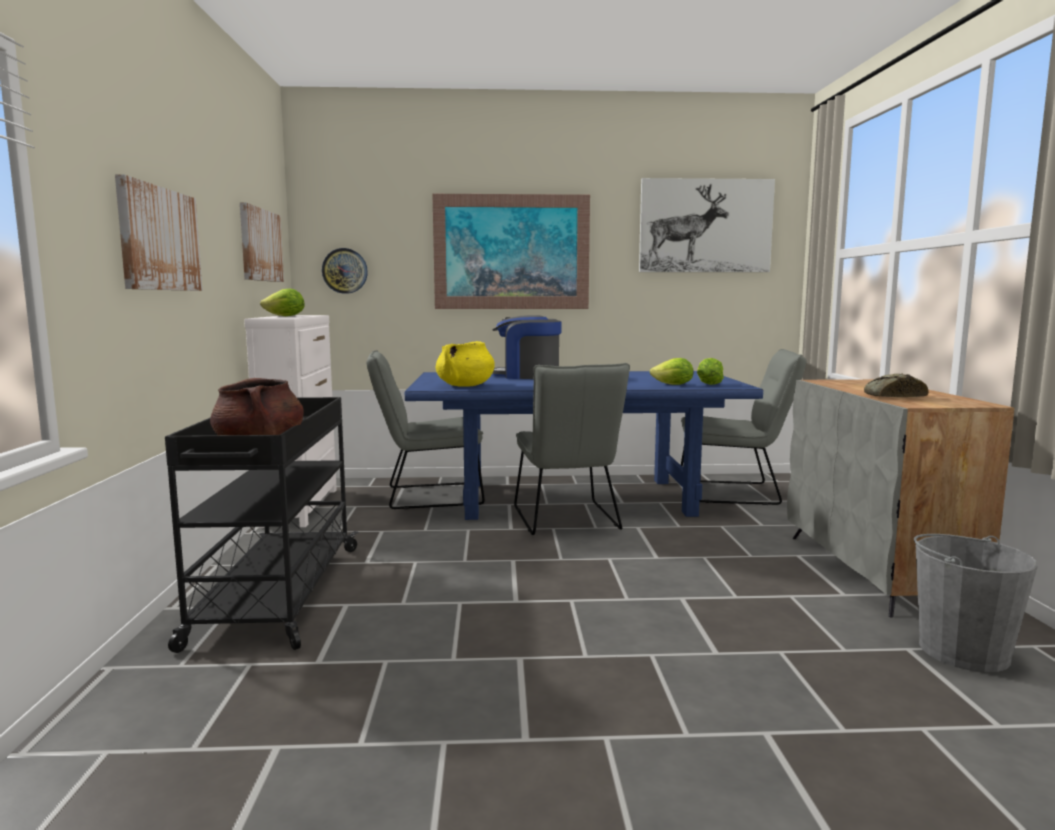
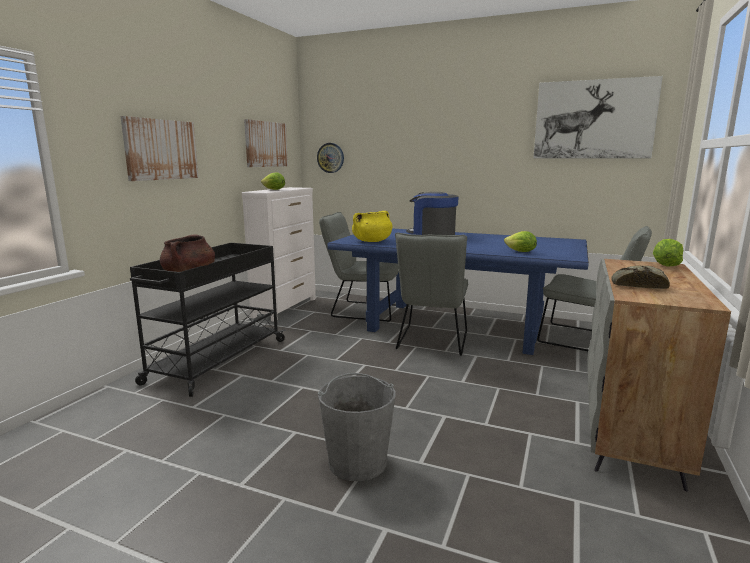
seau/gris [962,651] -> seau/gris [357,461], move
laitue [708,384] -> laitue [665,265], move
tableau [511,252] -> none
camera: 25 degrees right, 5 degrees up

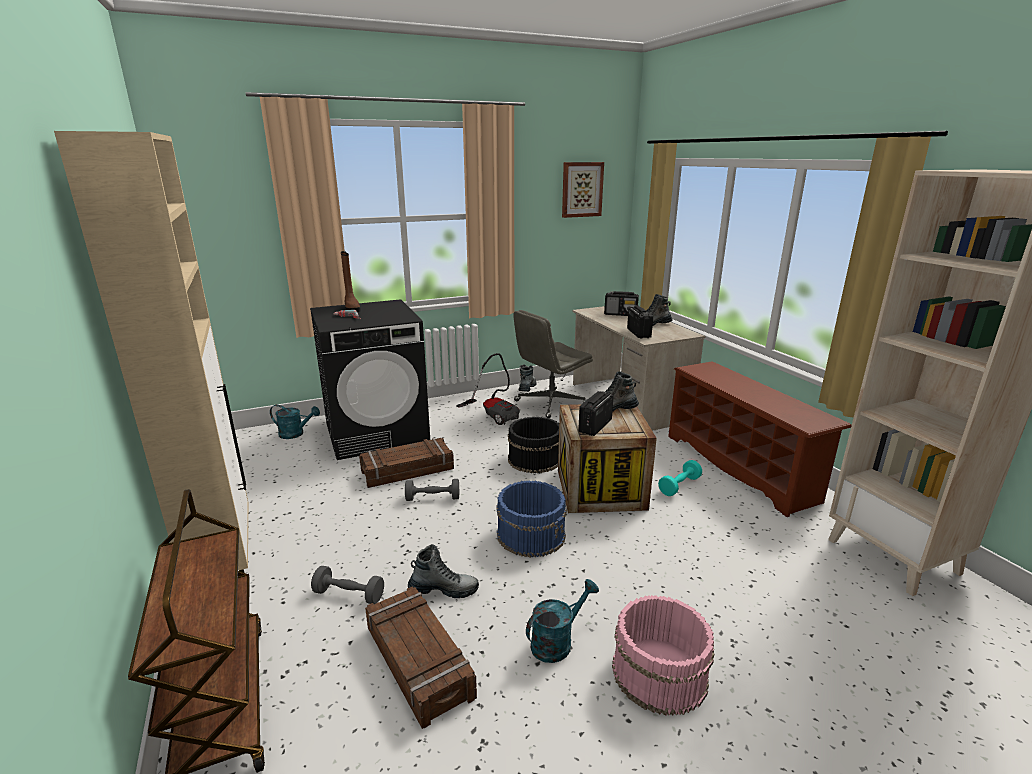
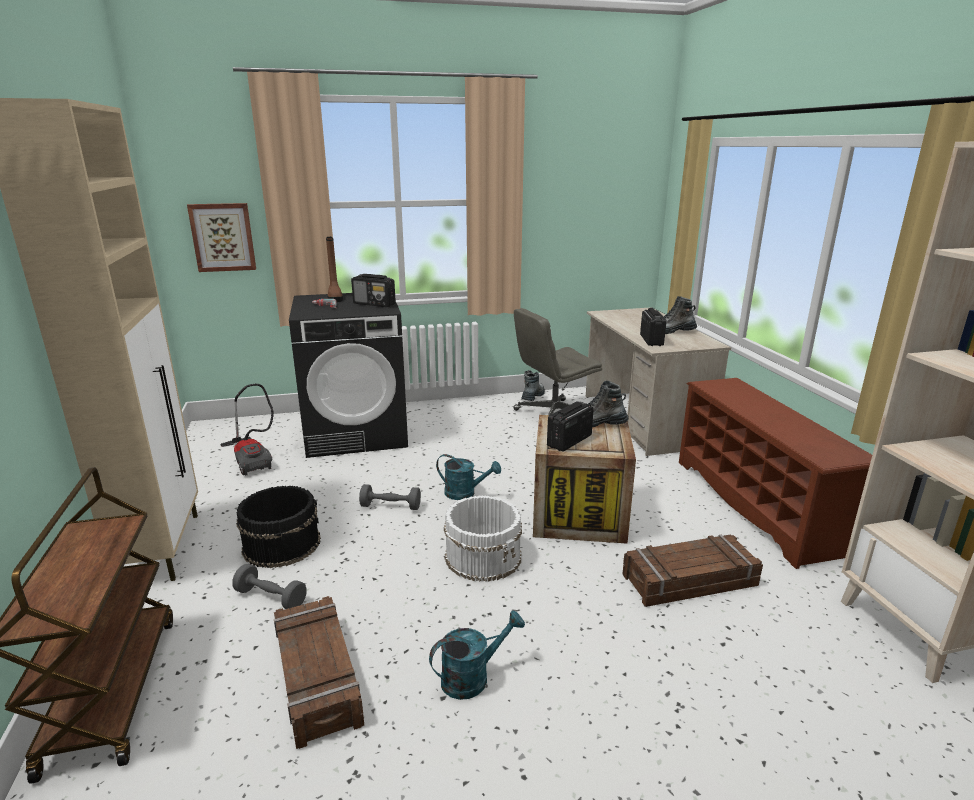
tableau [581,189] -> tableau [223,237], move
aspirateur [494,414] -> aspirateur [252,459], move
seau/noir [534,458] -> seau/noir [281,544], move
radio [621,314] -> radio [374,304], move
arrosoir/turquoise [296,434] -> arrosoir/turquoise [465,493], move
seau/bleu [531,534] -> seau/blanc [484,556]
caisse [408,470] -> caisse [690,581], move
botte [443,589] -> none
seau/rose [658,674] -> none
haltère/turquoise [679,486] -> none
camera: 10 degrees right, 0 degrees up

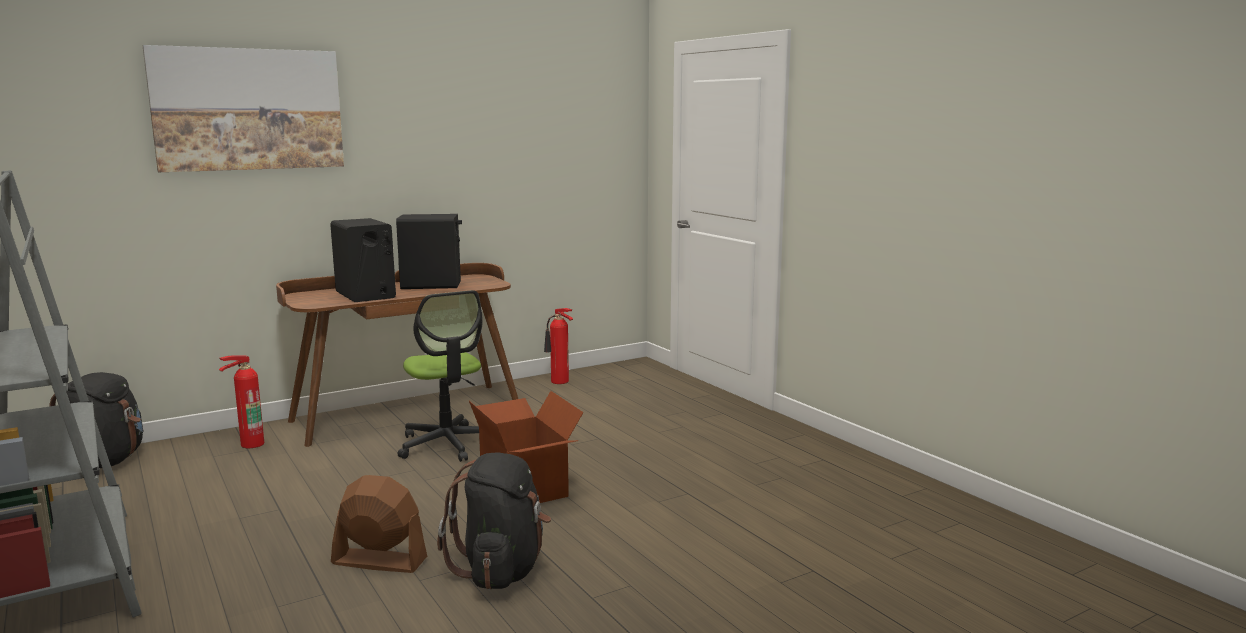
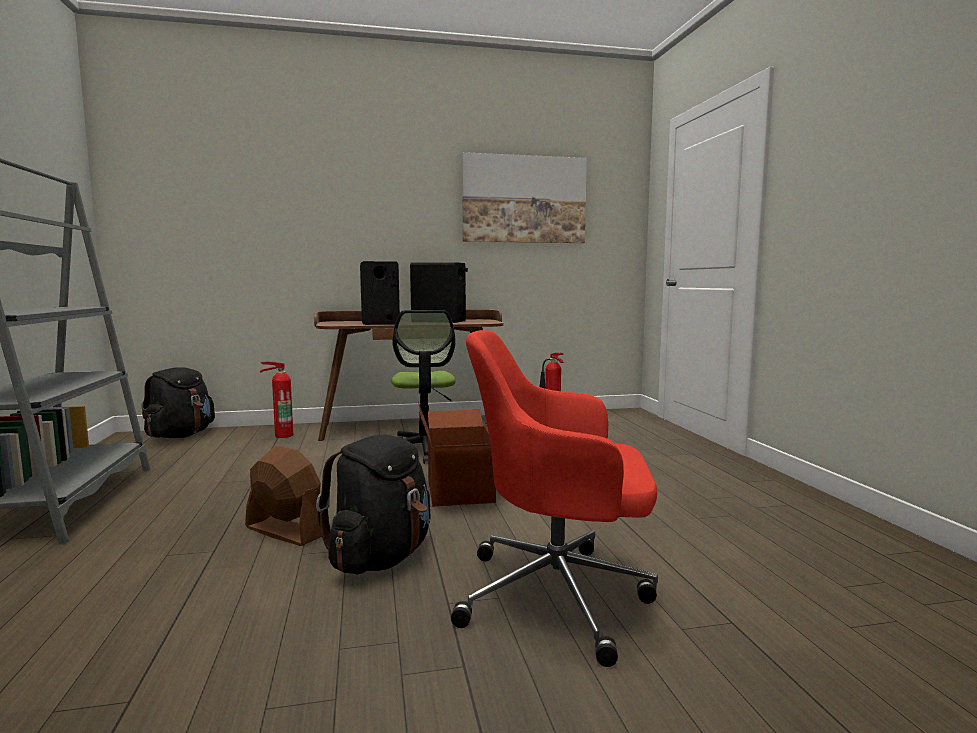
none -> chaise de bureau/rouge [559,595]
tableau [248,109] -> tableau [524,199], move
camera: 20 degrees right, 5 degrees down

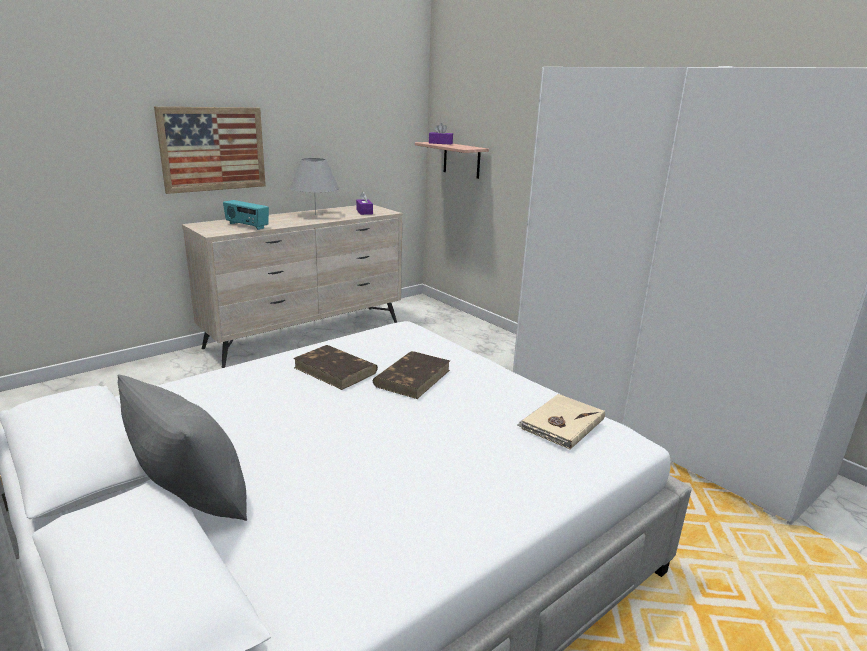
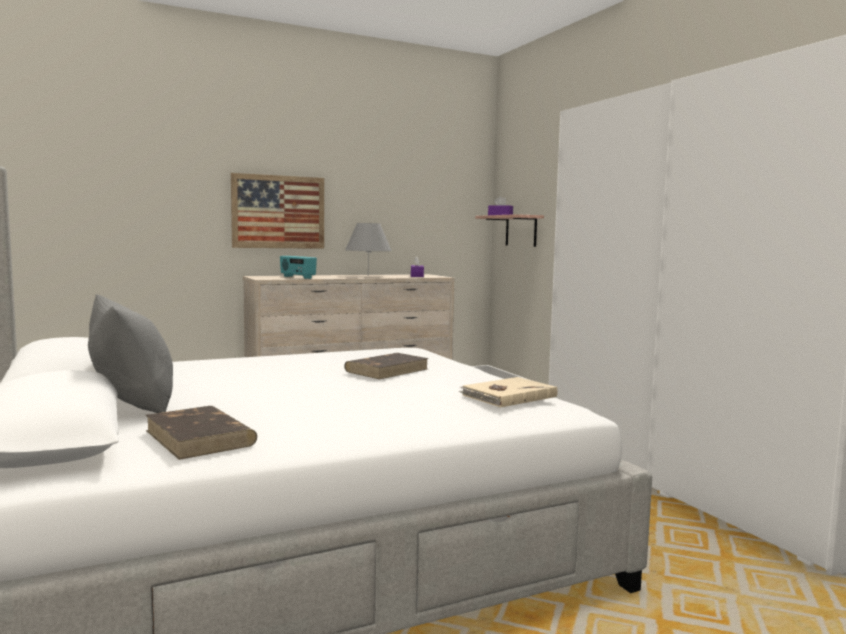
livre/marron [336,370] -> livre/marron [200,438], move
camera: 15 degrees right, 15 degrees down

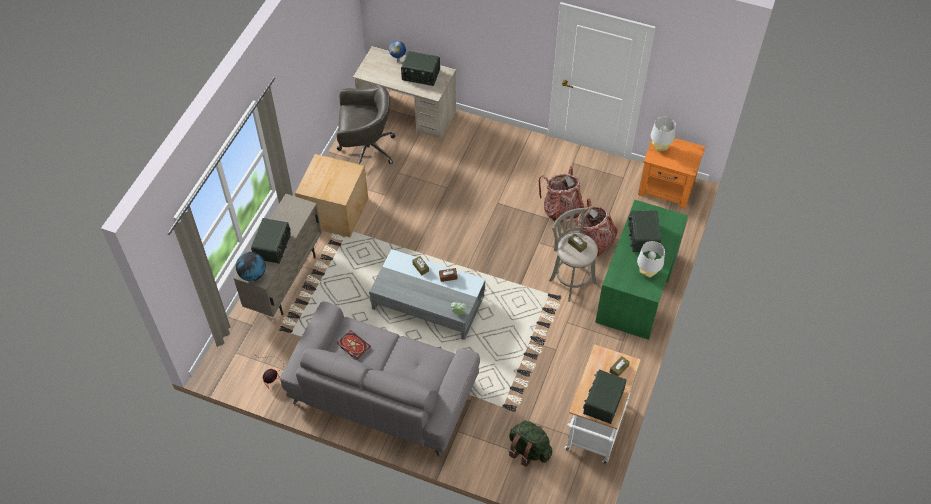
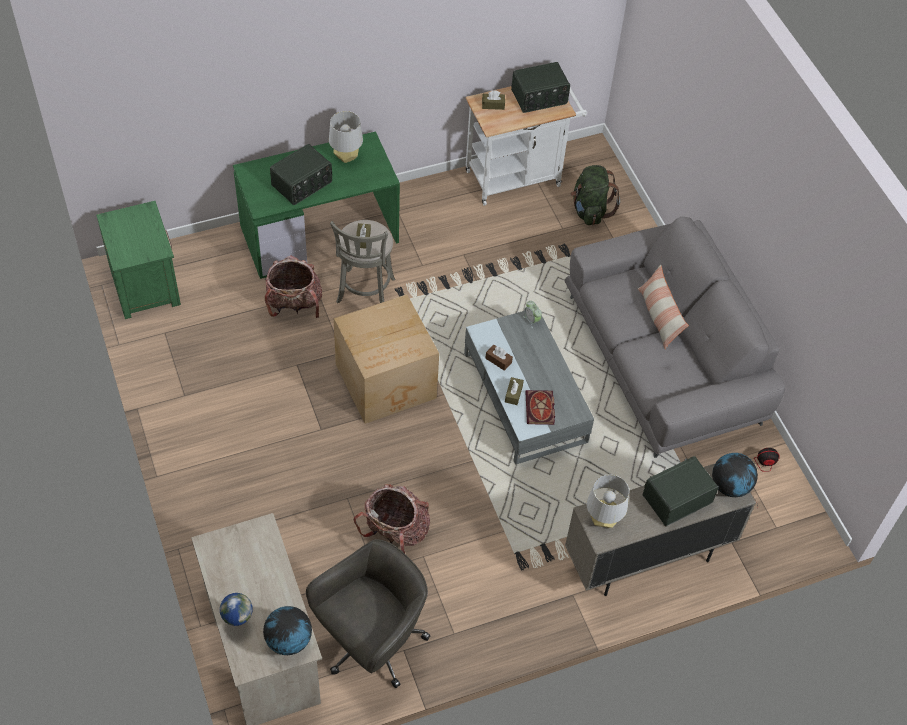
table de chevet/orange [667,188] -> table de chevet/vert [145,284]
none -> globe [288,641]
chaise de bureau/gris [366,149] -> chaise de bureau/gris [371,643], 90 degrees clockwise
carton [334,212] -> carton [387,381], move
sac à dos [561,210] -> sac à dos [395,533], move
livre [352,345] -> livre [540,409], move
lampe de table/gris [660,147] -> lampe de table/gris [603,520], move
none -> coussin [659,317]
radio [420,75] -> none
camera: 135 degrees left, 0 degrees up

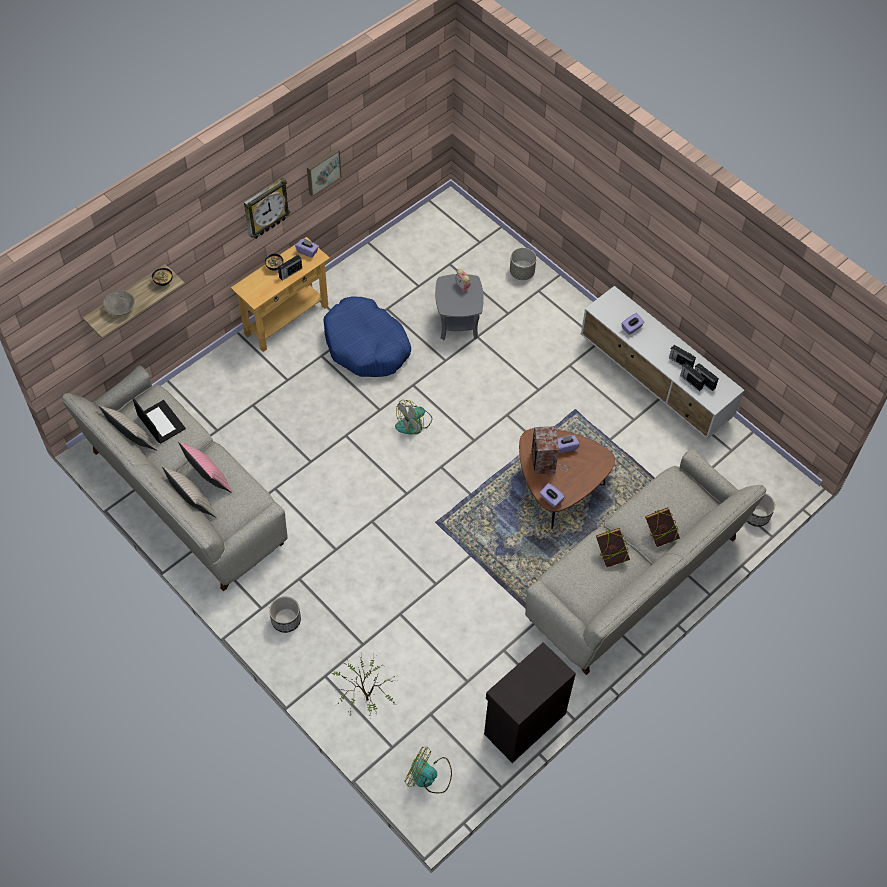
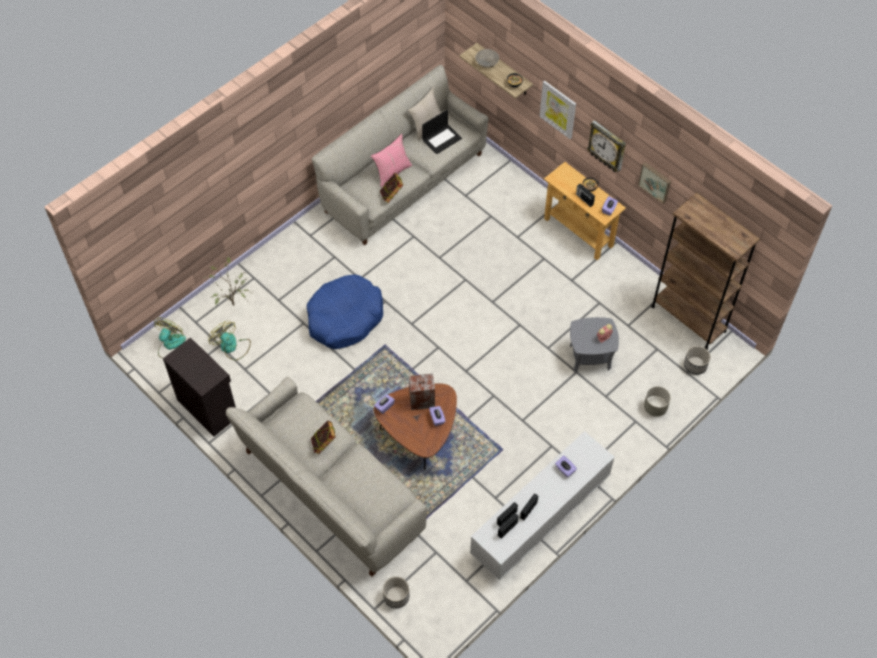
ventilateur [414,423] -> ventilateur [232,347], move
panier pour chien/bleu [366,345] -> panier pour chien/bleu [344,318], move
livre [660,535] -> livre [391,195], move
none -> tableau [558,109]
none -> bibliothèque/marron [688,318]
cache-pot [286,620] -> cache-pot [695,365], move
coussin/beige [193,504] -> none
camera: 90 degrees right, 0 degrees up

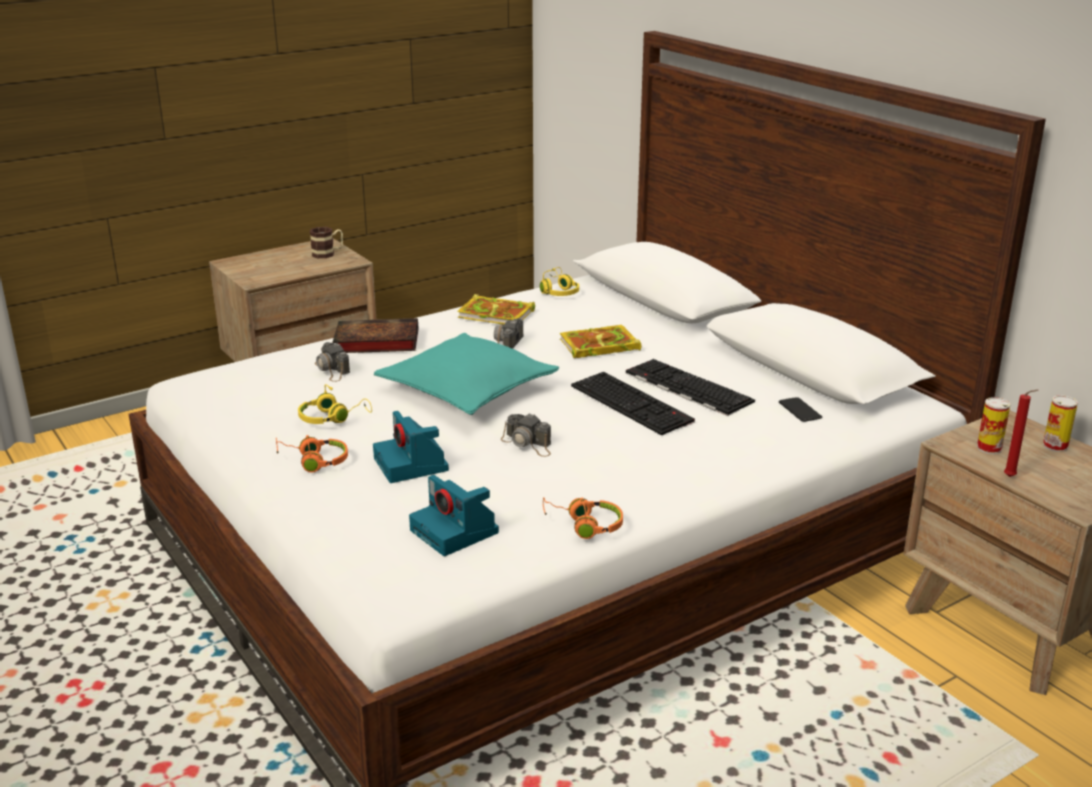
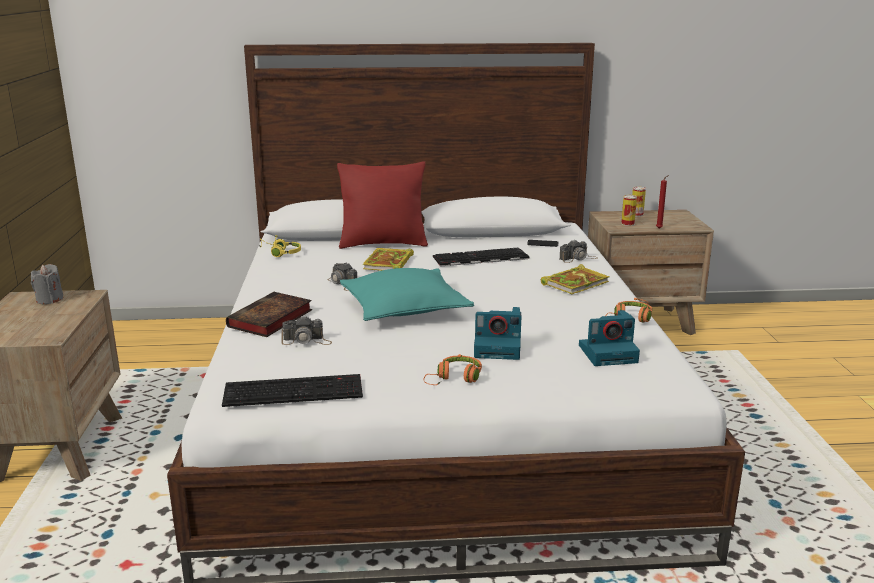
mug [328,253] -> bougie/gris [49,300]
clavier [633,403] -> clavier [295,390], move
none -> coussin/rouge [383,244]
livre [497,315] -> livre [575,283], move
appareil photo [528,444] -> appareil photo [578,258], move
casque audio/jaune [332,418] -> none
camera: 60 degrees left, 5 degrees down

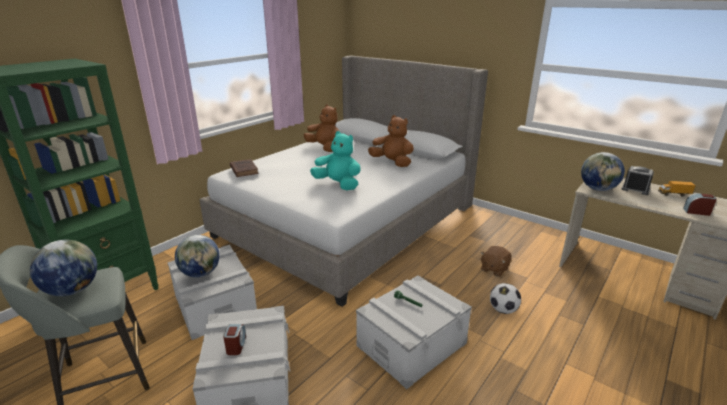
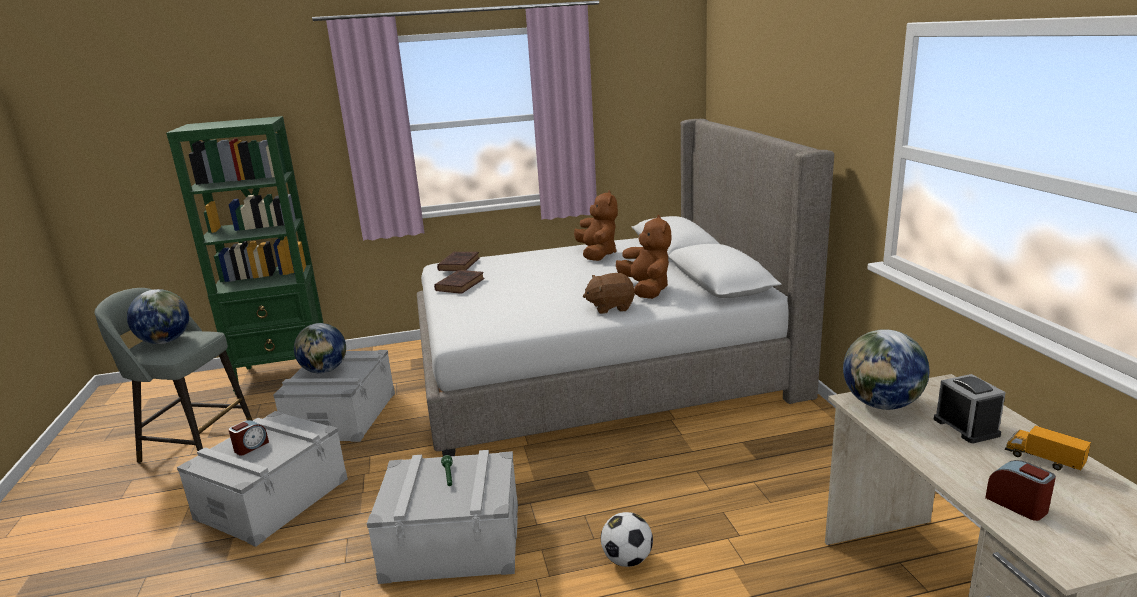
none -> livre/marron [461,284]
peluche/marron [494,269] -> peluche/marron [610,307], move
peluche/turquoise [338,184] -> none
camera: 40 degrees right, 5 degrees down

